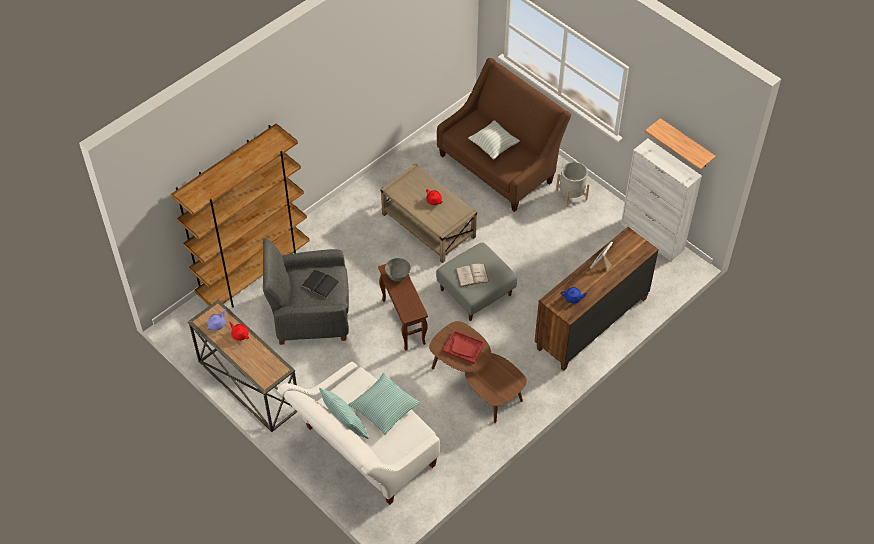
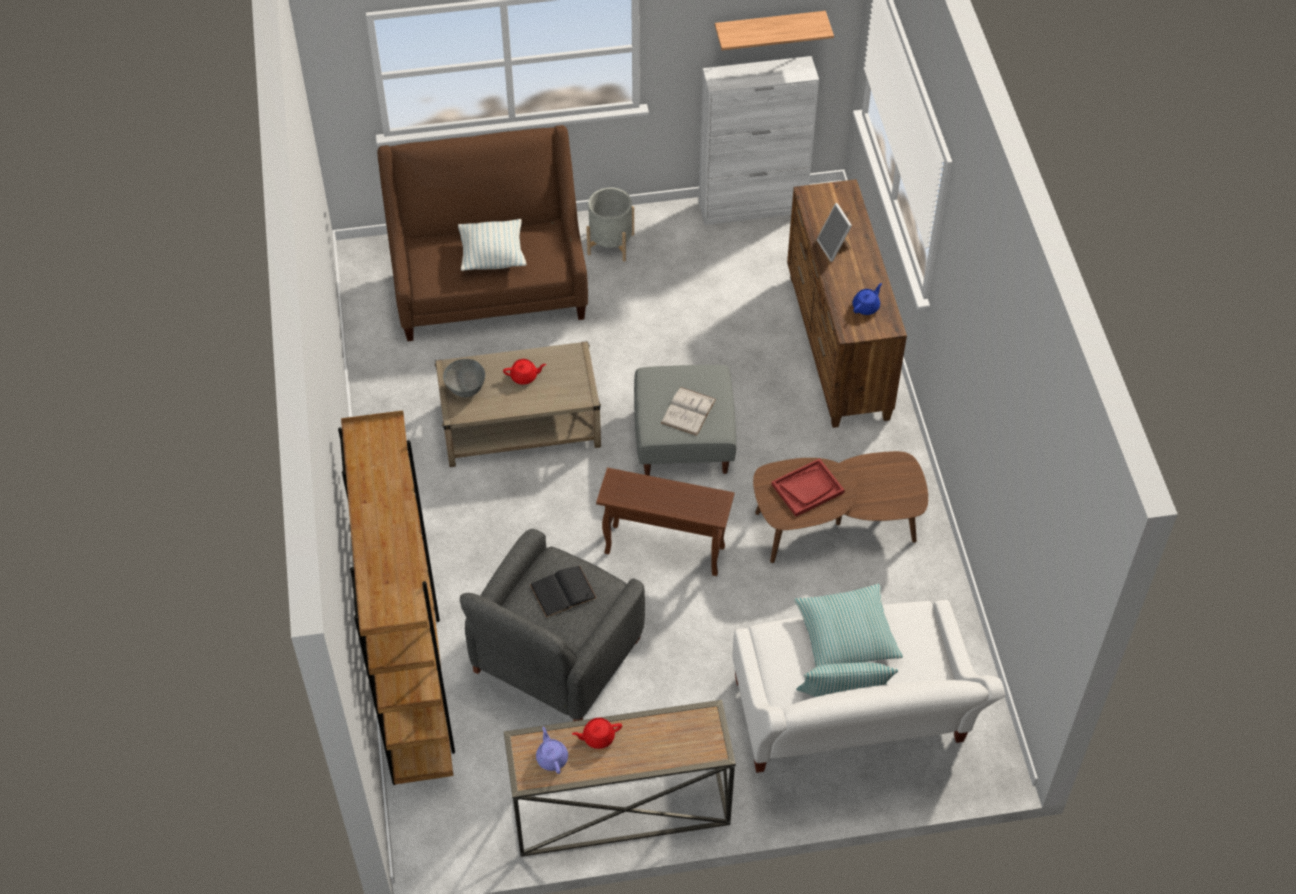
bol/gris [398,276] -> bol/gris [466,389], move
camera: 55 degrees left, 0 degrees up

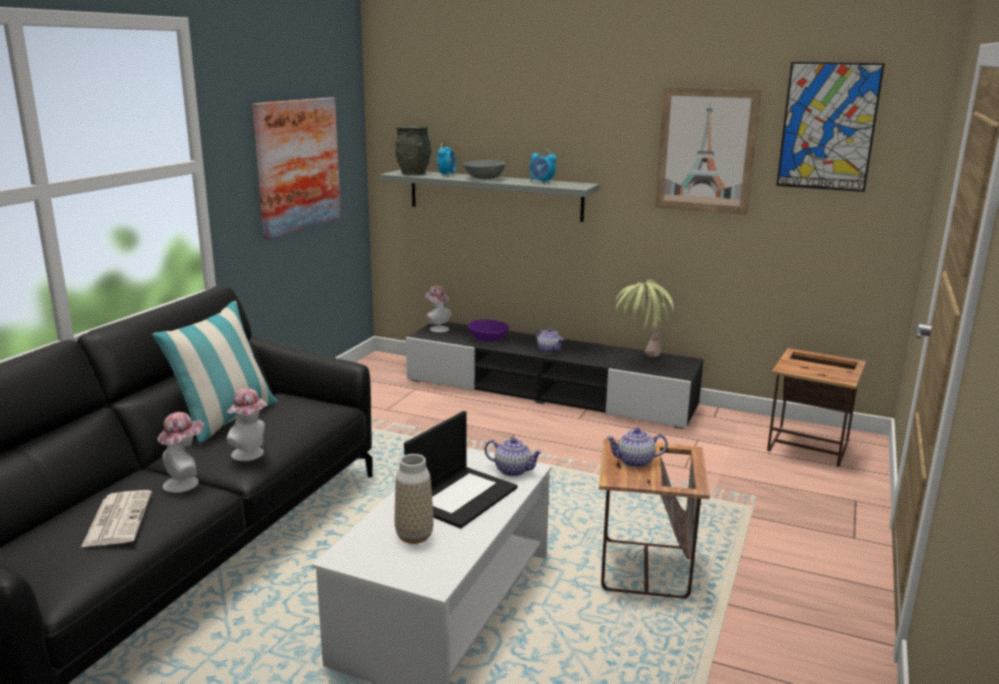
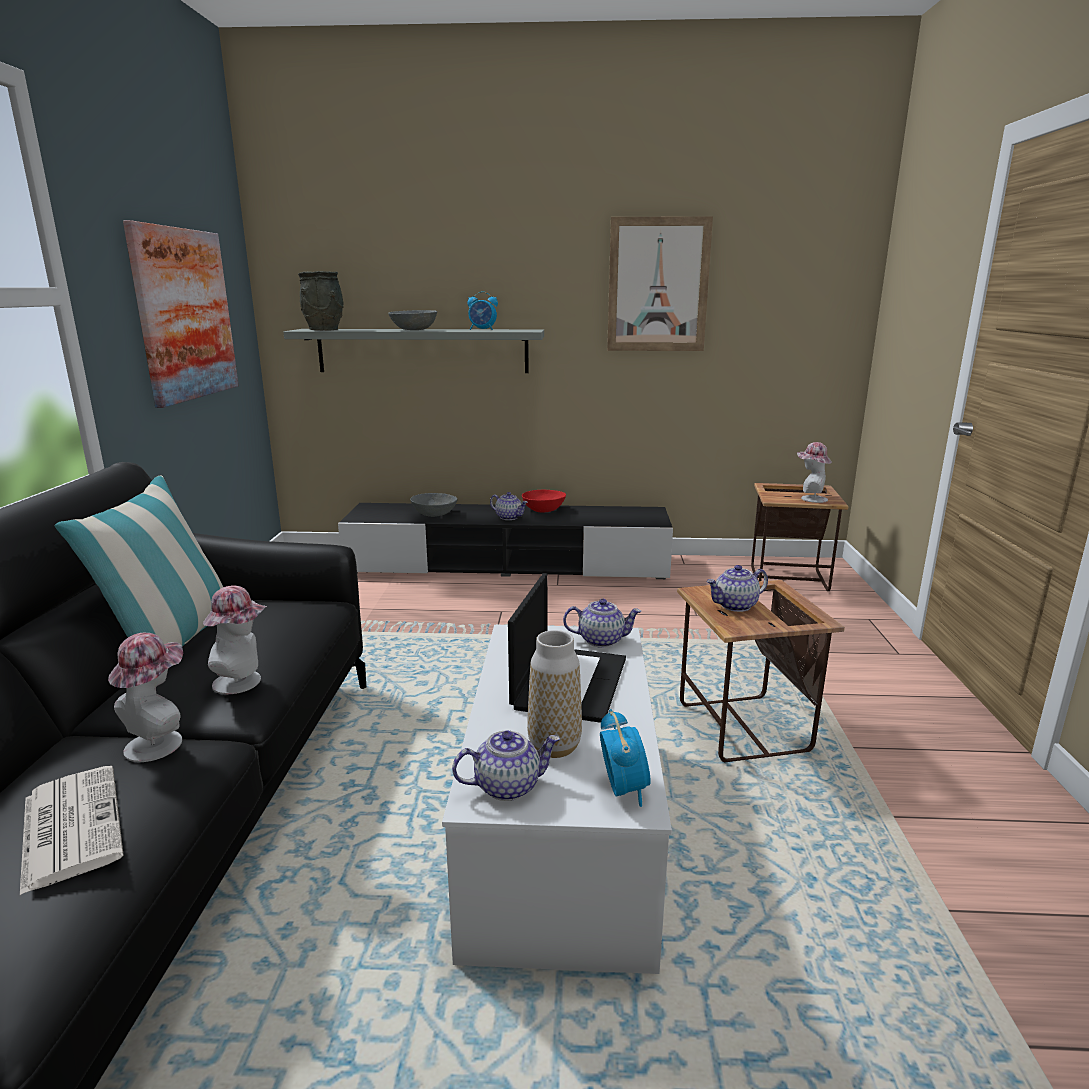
bol/violet [487,339] -> bol/gris [434,514]
none -> théière [507,786]
none -> bol/rouge [544,510]
réveil [446,174] -> réveil [623,789], move
chapeau [437,328] -> chapeau [810,498], move
plante en pot [641,360] -> none
tableau [828,127] -> none
camera: 20 degrees left, 0 degrees up

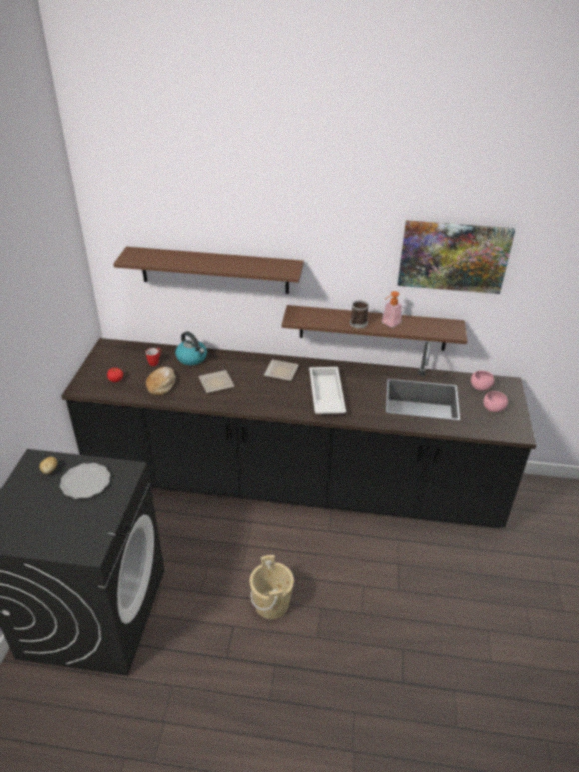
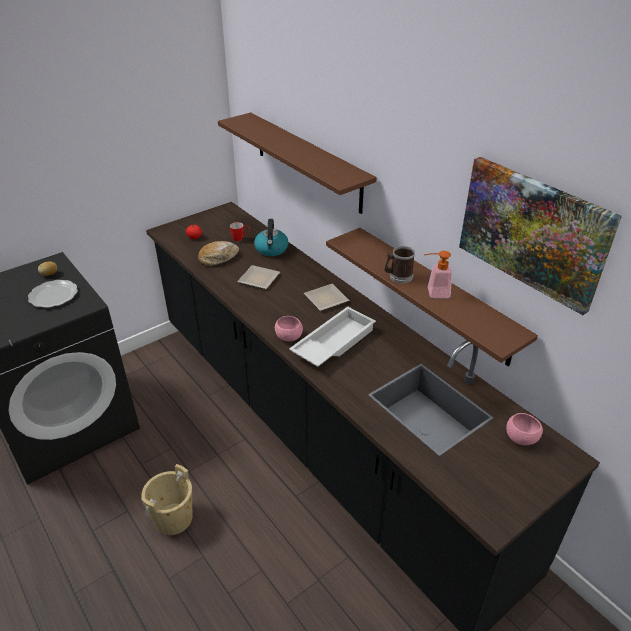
bol/rose [493,409] -> bol/rose [289,337], move
camera: 45 degrees right, 0 degrees up

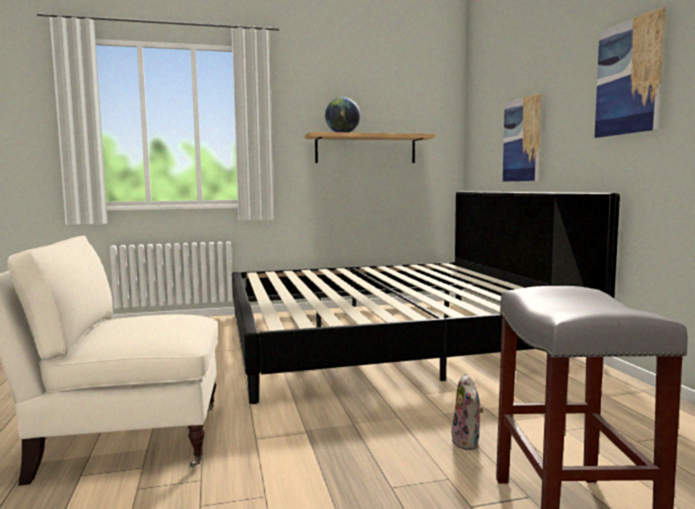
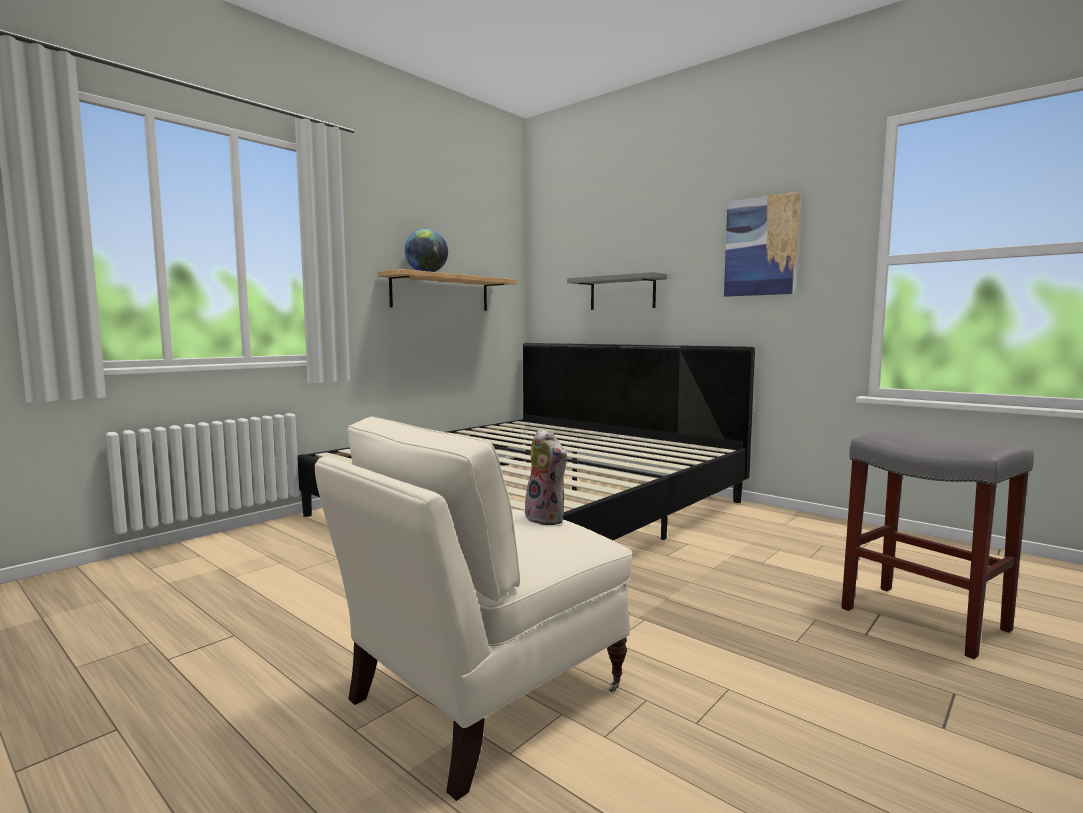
peluche [468,442] -> peluche [548,518], move
tableau [522,140] -> étagère/gris [622,293]
camera: 35 degrees left, 0 degrees up

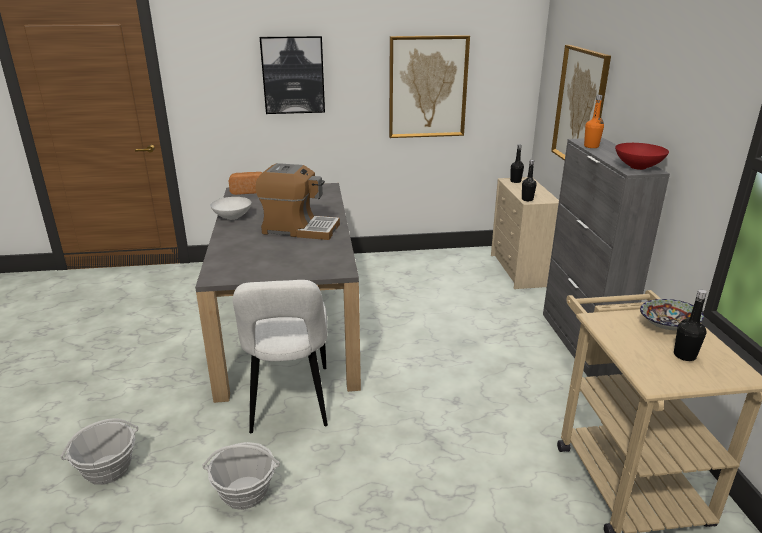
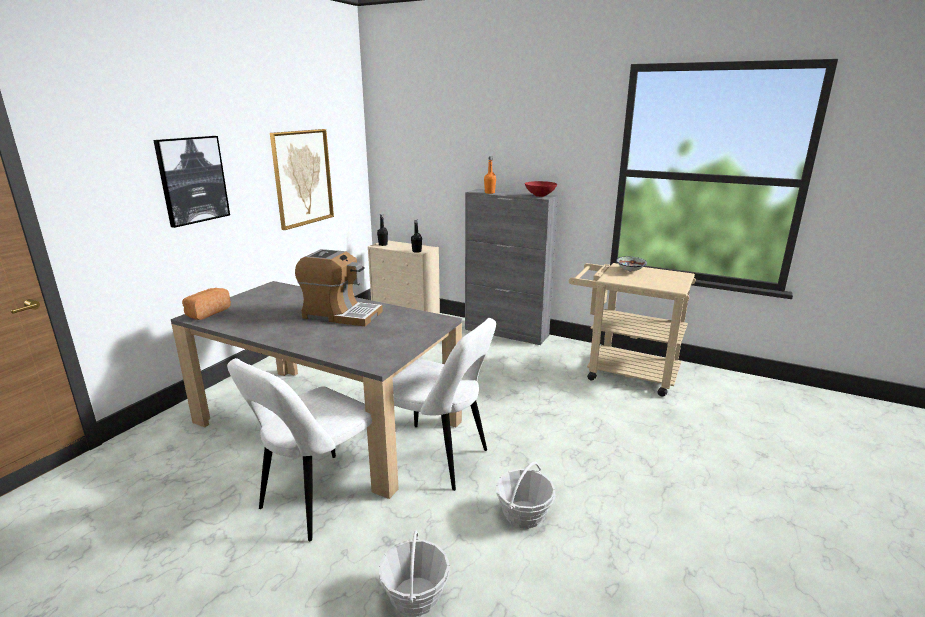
none -> chaise/blanc [318,499]
machine à café [299,229] -> machine à café [341,315], 60 degrees clockwise
bol/blanc [231,217] -> none
tableau [580,108] -> none
bouteille/noir [684,355] -> none
camera: 55 degrees left, 5 degrees down

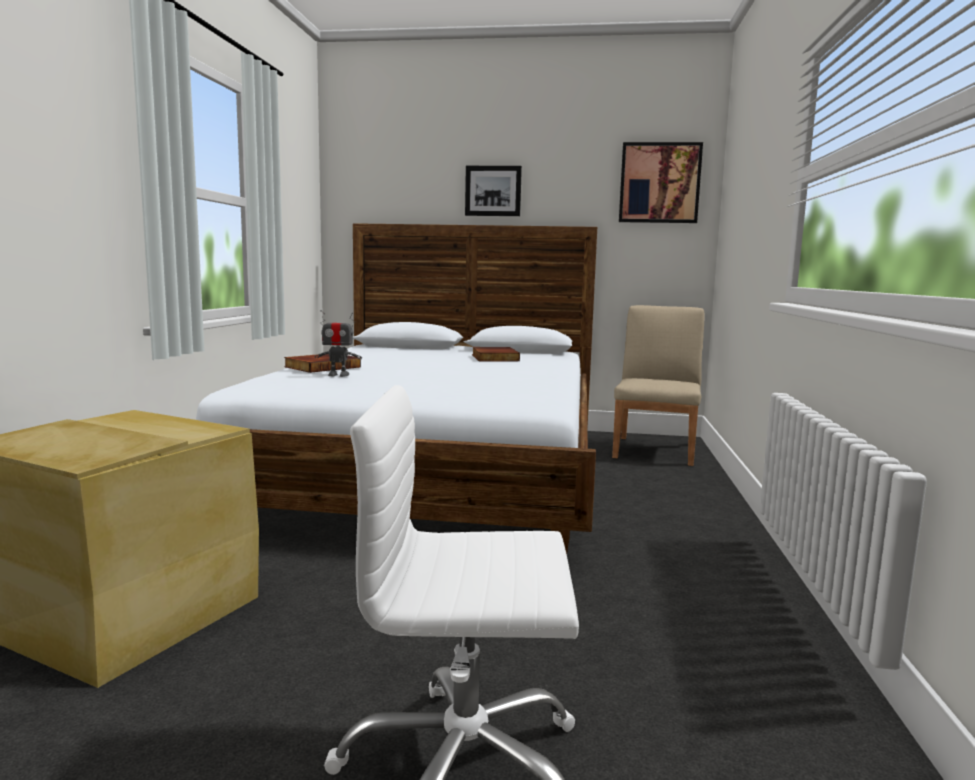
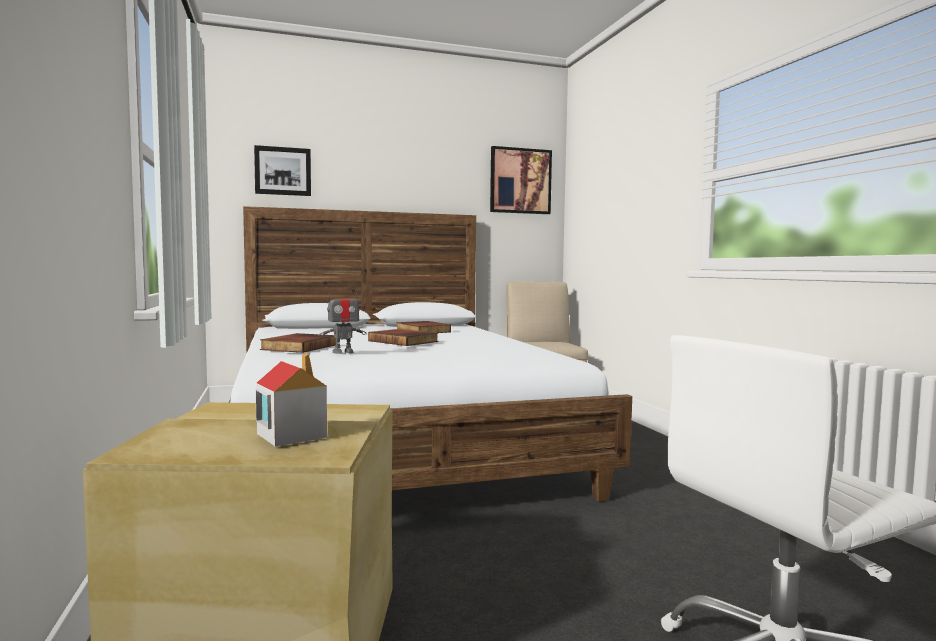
tableau [493,191] -> tableau [283,171], move
none -> maison miniature [291,435]
none -> livre [404,341]
camera: 25 degrees left, 5 degrees down

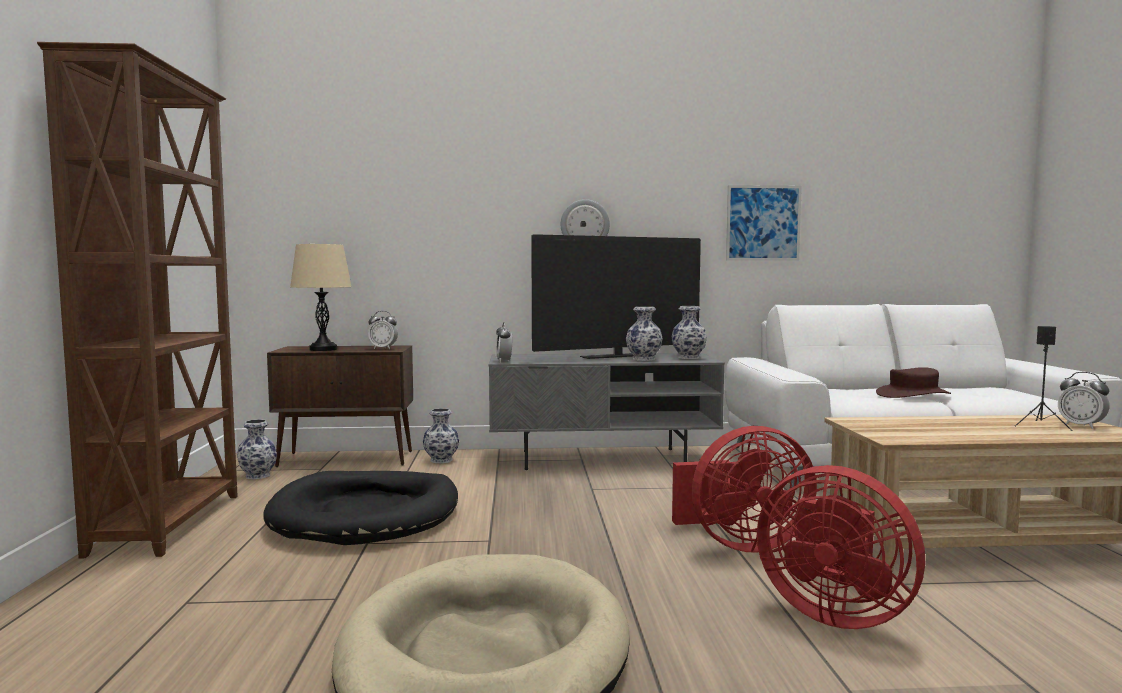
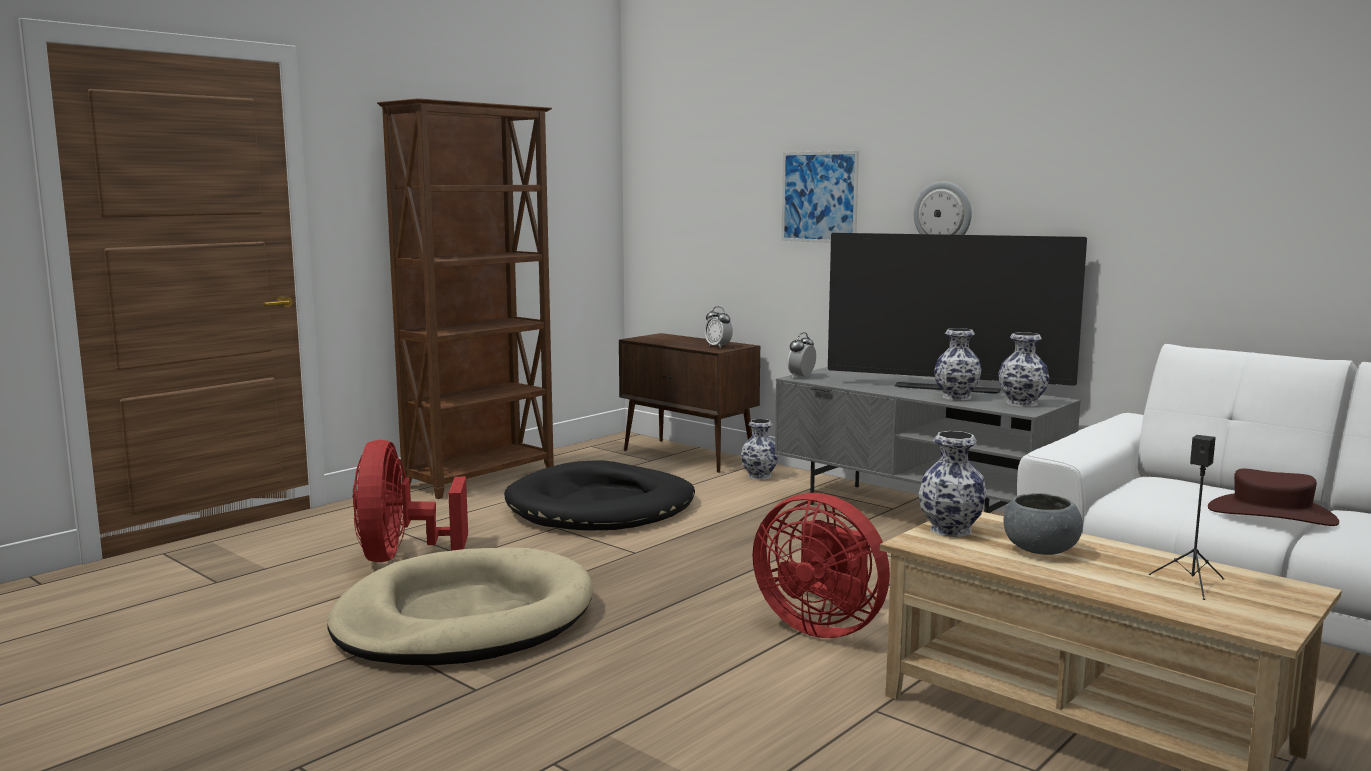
ventilateur/rouge [834,613] -> ventilateur/rouge [401,556], move
tableau [763,223] -> tableau [819,197], move
vase [258,476] -> vase [950,530], move
none -> bol/gris [1040,550]
lampe de table/beige [323,349] -> none
réveil [1081,426] -> none
camera: 45 degrees right, 5 degrees up

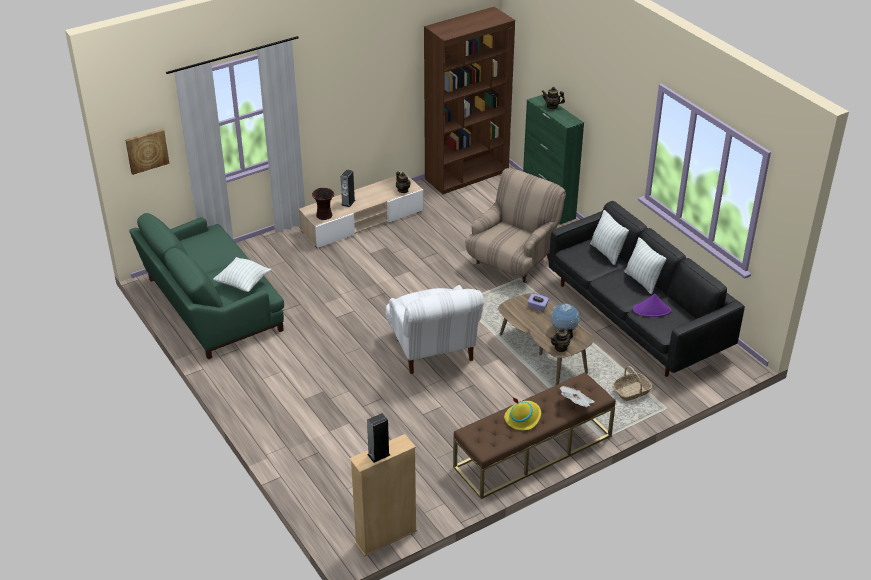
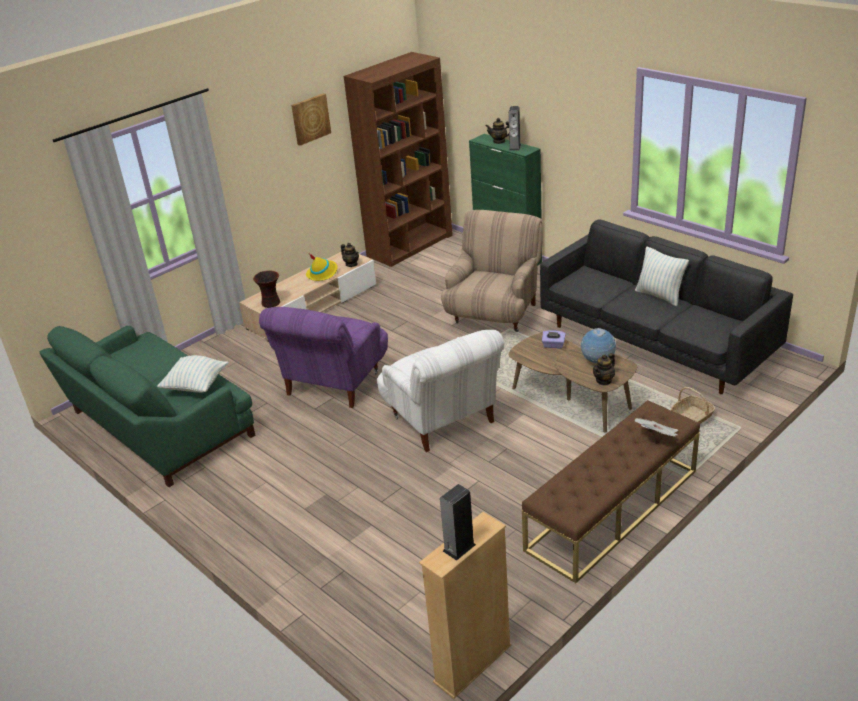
none -> fauteuil/violet [334,383]
tableau [147,151] -> tableau [310,119], move
chapeau/jaune [523,418] -> chapeau/jaune [322,273], move
enceinte [348,202] -> enceinte [515,147], move
coussin [606,252] -> none
chapeau/violet [652,310] -> none
camera: 10 degrees left, 5 degrees down

